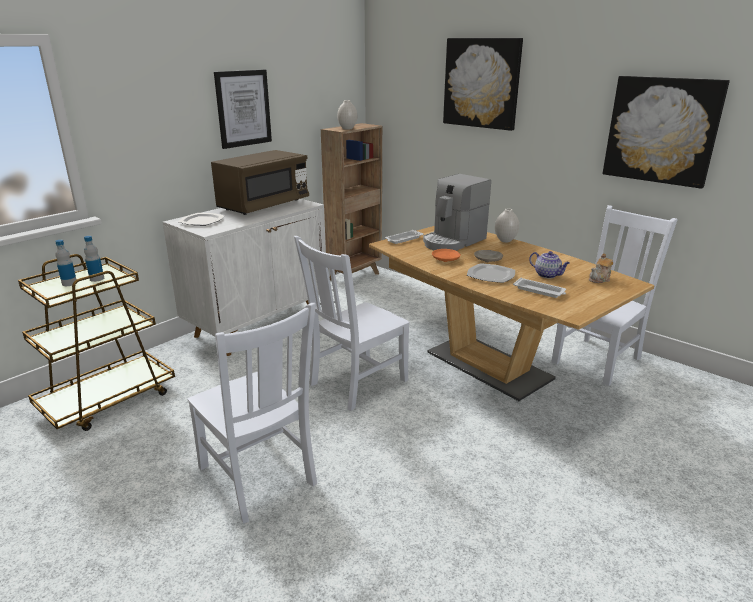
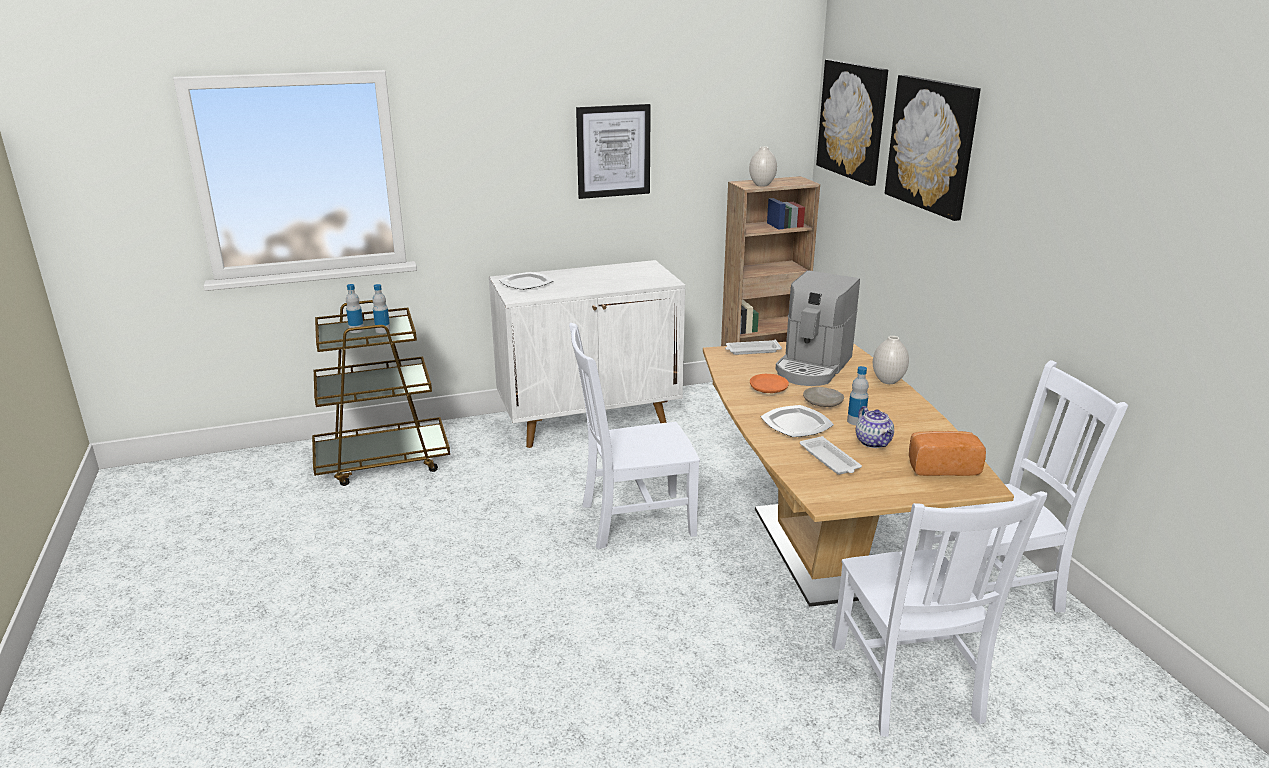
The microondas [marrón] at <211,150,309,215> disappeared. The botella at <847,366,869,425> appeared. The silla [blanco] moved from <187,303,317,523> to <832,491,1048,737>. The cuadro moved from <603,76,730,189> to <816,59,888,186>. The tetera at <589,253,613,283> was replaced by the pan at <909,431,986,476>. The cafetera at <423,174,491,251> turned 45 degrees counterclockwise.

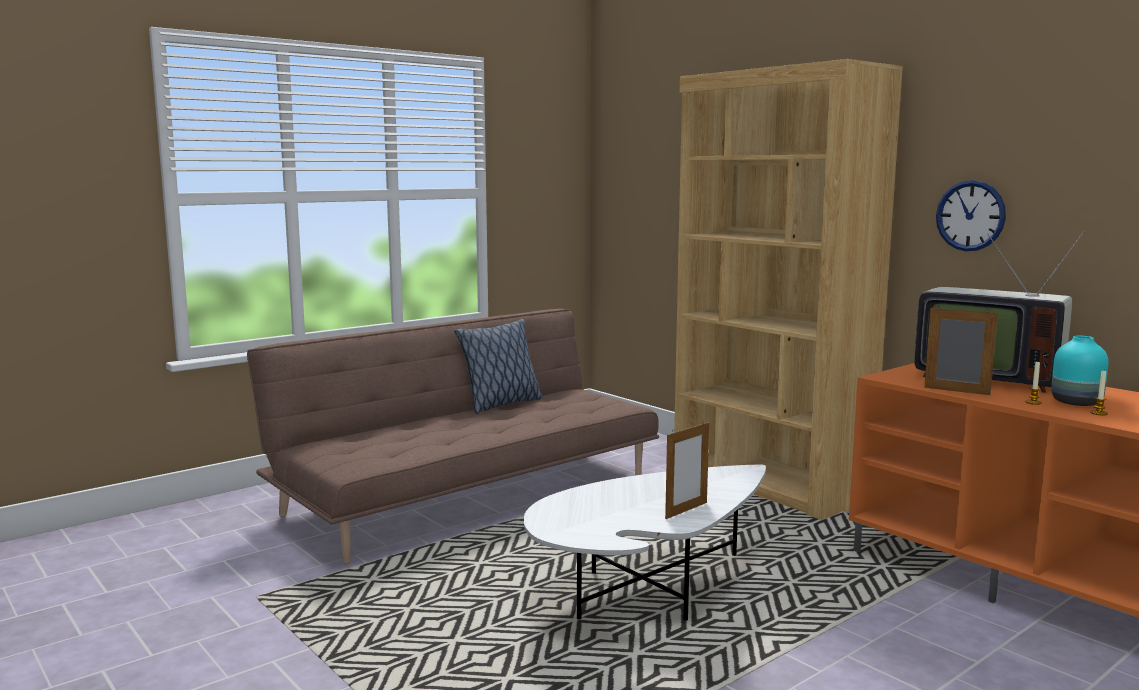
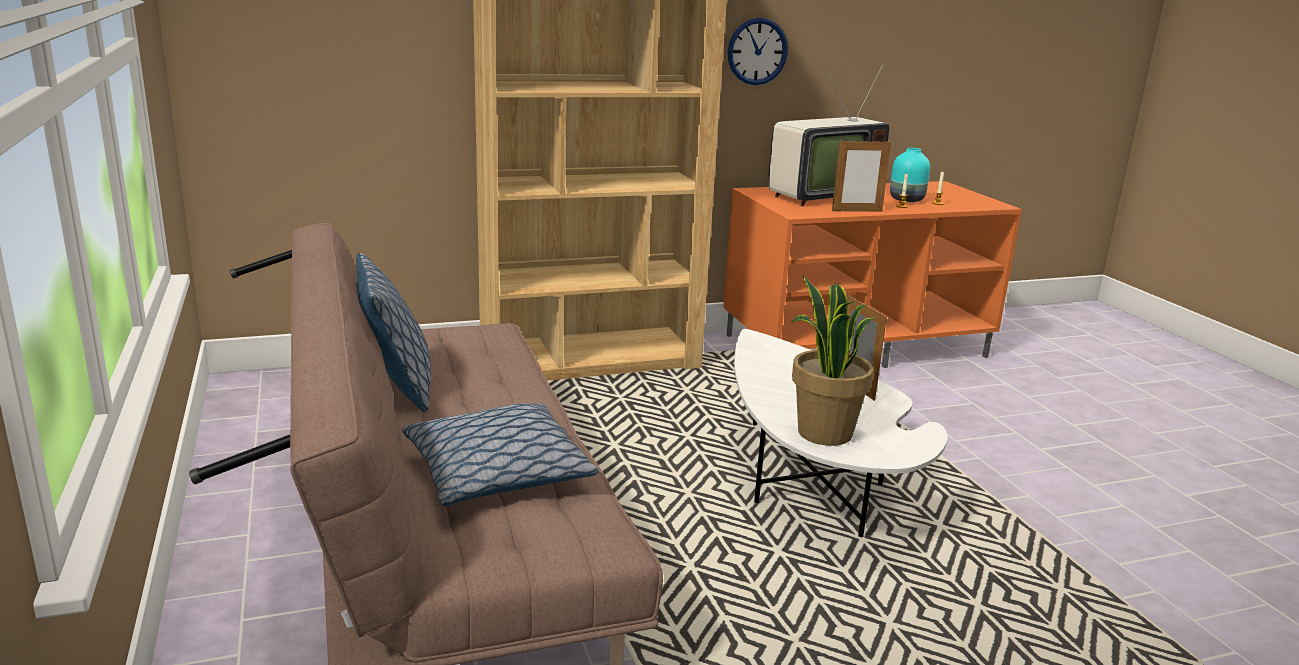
The cojín at <402,403,599,506> appeared. The planta en maceta at <792,276,874,446> appeared. The portarretratos at <924,306,998,395> turned 150 degrees counterclockwise.

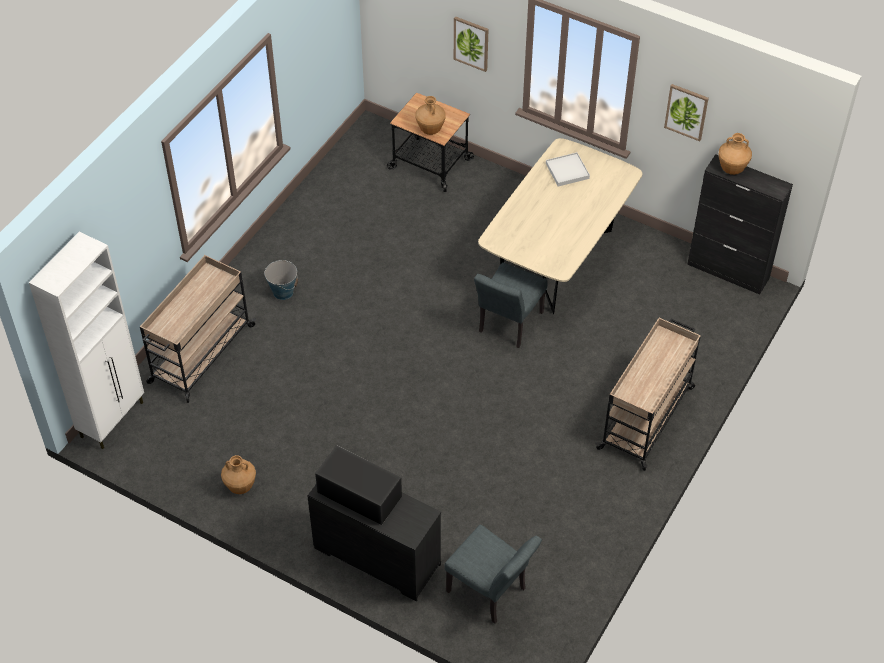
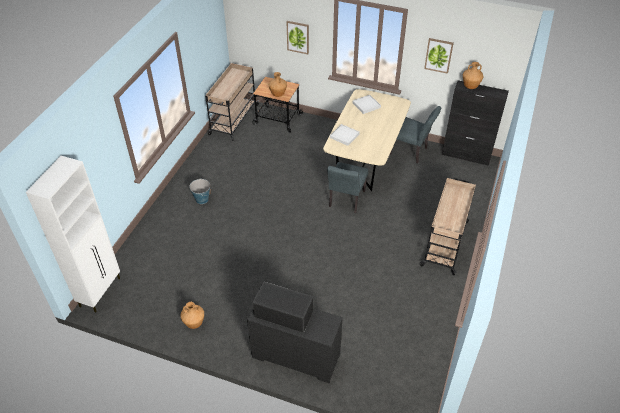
The bandeja [blanco] at <330,124,360,146> appeared. The carrito [beis] moved from <140,255,256,403> to <205,63,259,141>. The silla [gris] moved from <445,525,542,624> to <390,106,441,163>.

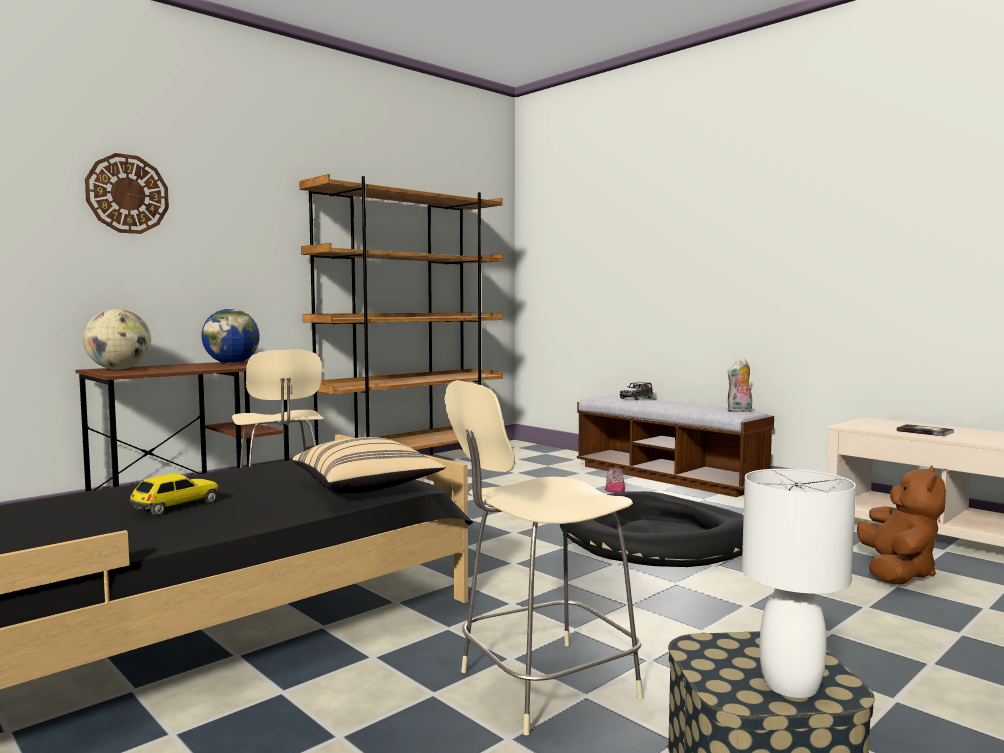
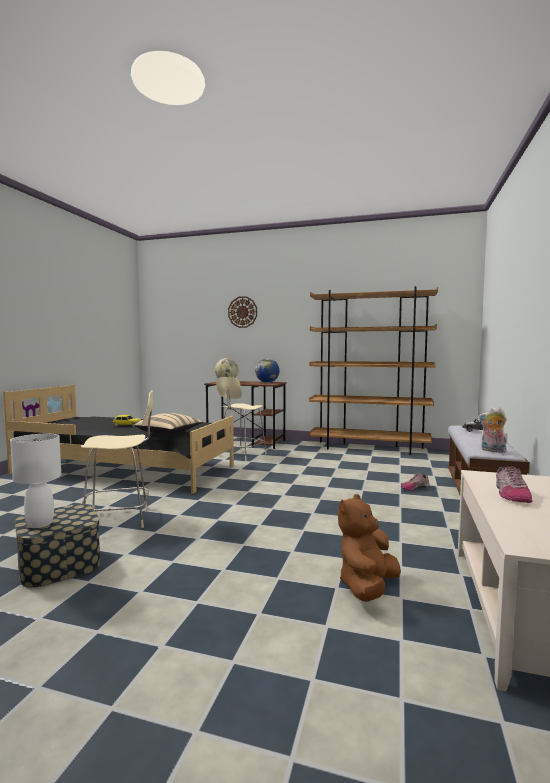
The cama para perro [negro] at <560,491,744,567> disappeared. The libro at <896,424,954,437> was replaced by the zapato at <496,467,532,503>. The silla [beis] at <445,380,643,735> turned 135 degrees clockwise. The peluche [marrón] at <857,466,946,585> turned 135 degrees clockwise.

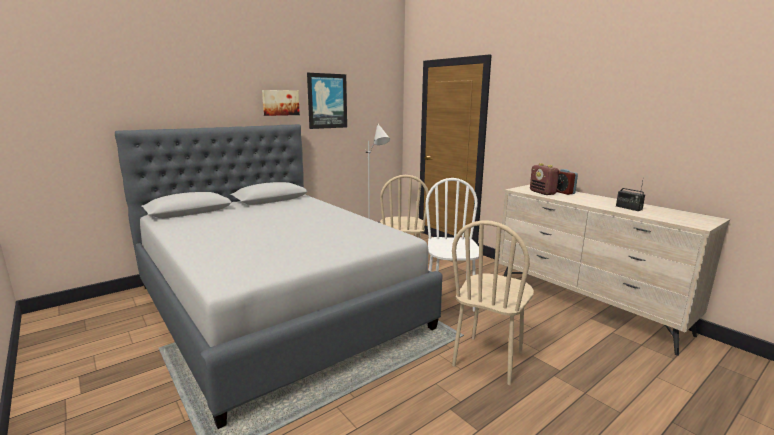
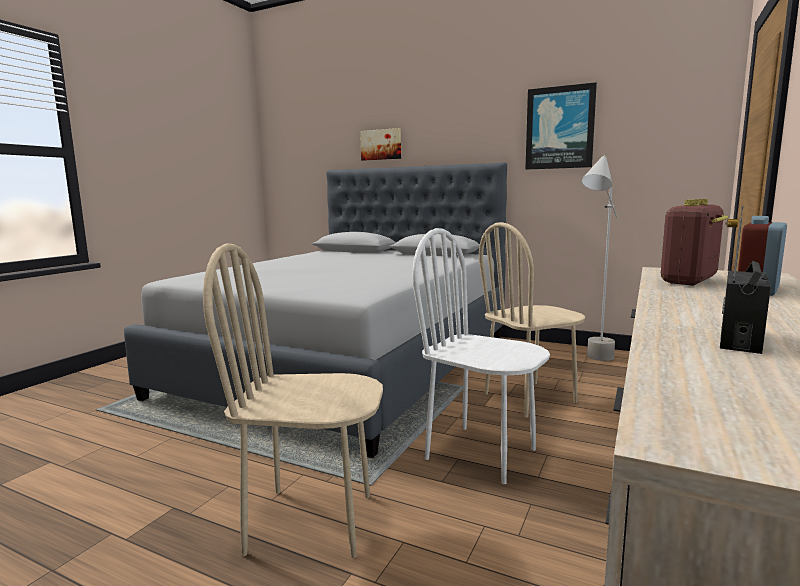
The cuadro moved from <262,90,300,116> to <360,128,401,161>. The silla [blanco] at <425,178,479,312> turned 120 degrees counterclockwise.

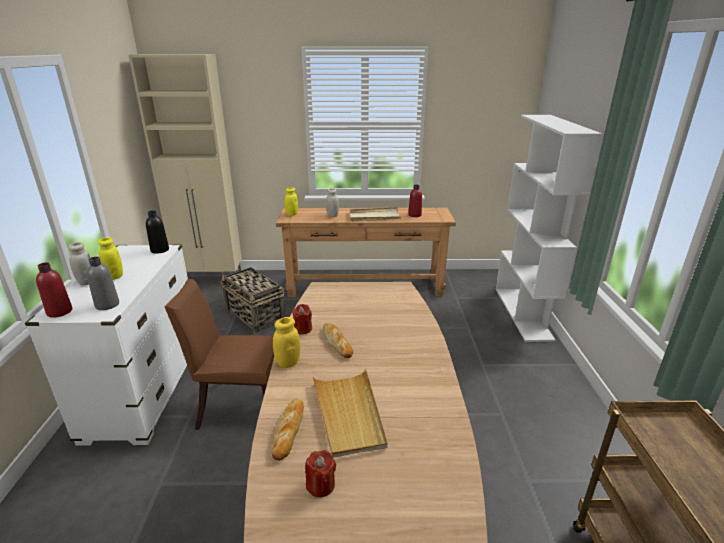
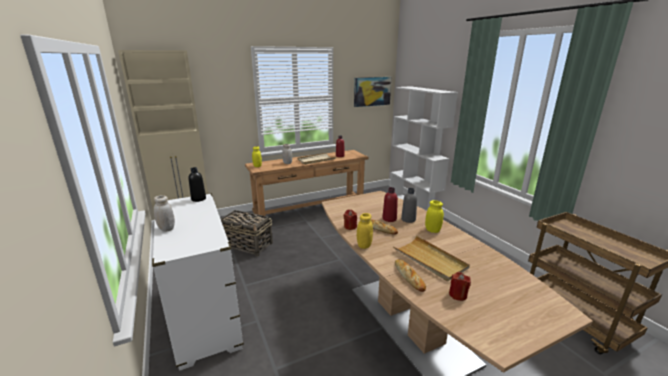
The silla [marrón] at <164,279,274,430> disappeared. The cuadro at <354,77,391,107> appeared. The botella [rojo] moved from <36,262,72,318> to <382,187,398,222>. The botella [gris] moved from <87,257,119,310> to <401,188,417,223>. The tarro [amarillo] moved from <98,237,123,280> to <425,200,444,233>.

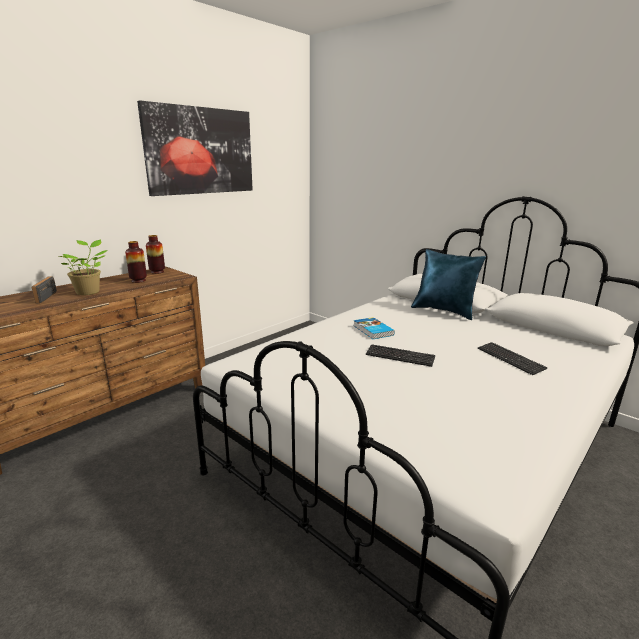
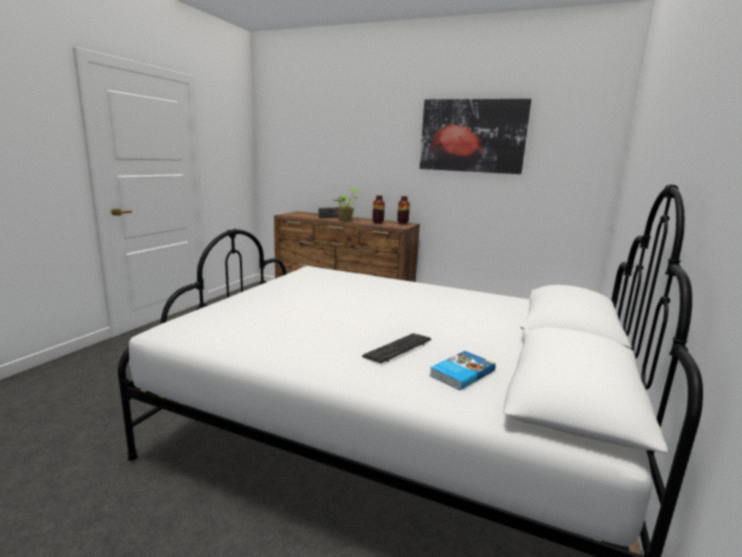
The teclado at <366,344,436,367> disappeared. The cojín [azul] at <411,249,486,320> disappeared. The libro moved from <353,317,395,339> to <429,351,496,390>.

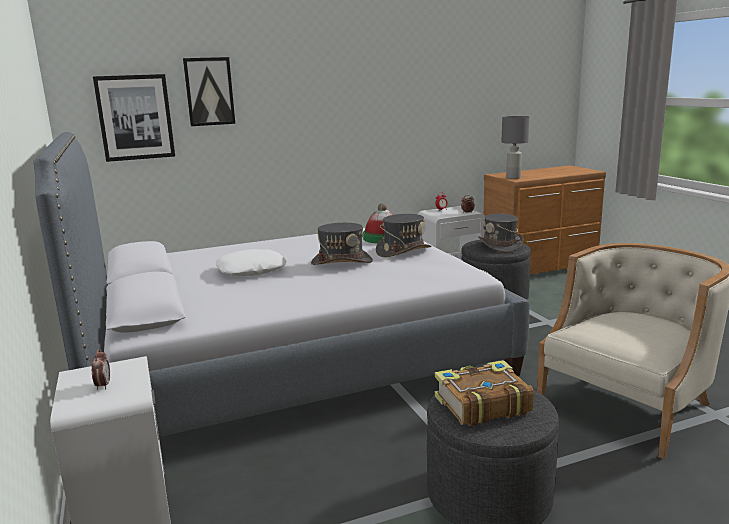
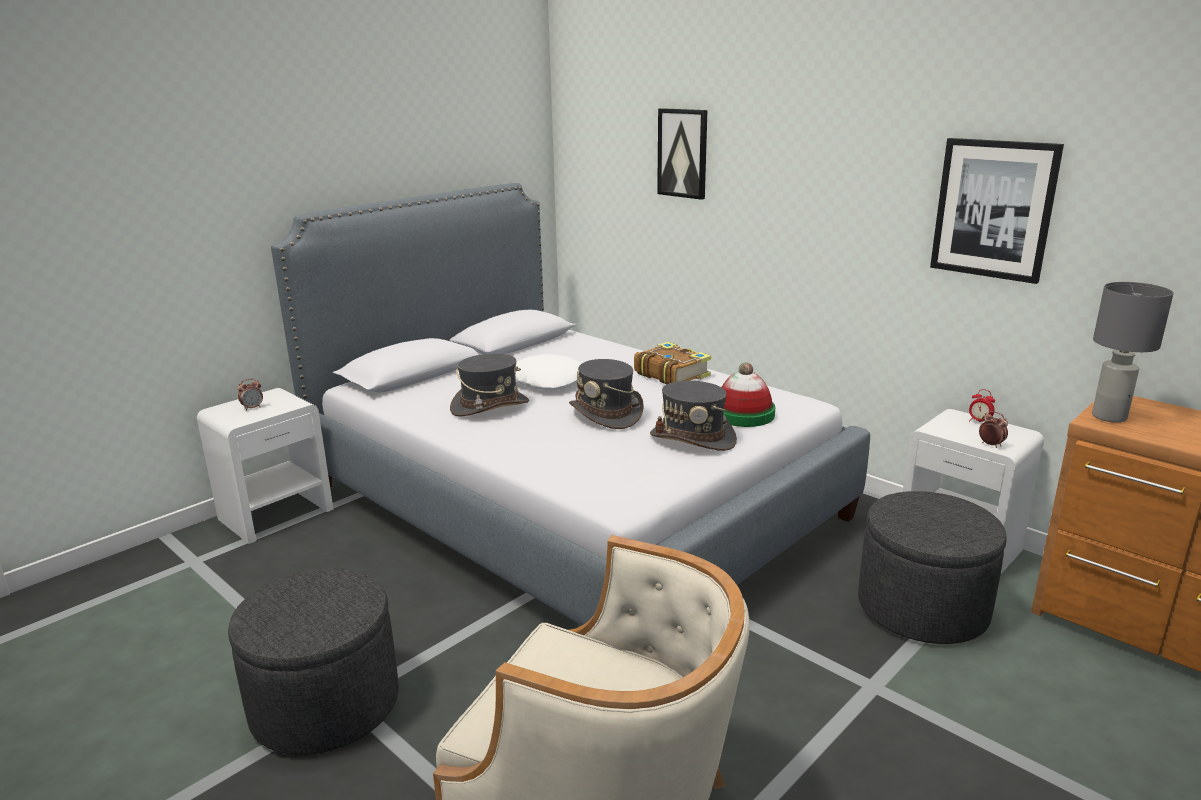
The cuadro moved from <93,74,175,162> to <930,138,1064,284>. The libro moved from <435,360,534,426> to <634,342,711,384>. The sombrero [gris] moved from <478,213,523,253> to <450,354,529,417>.

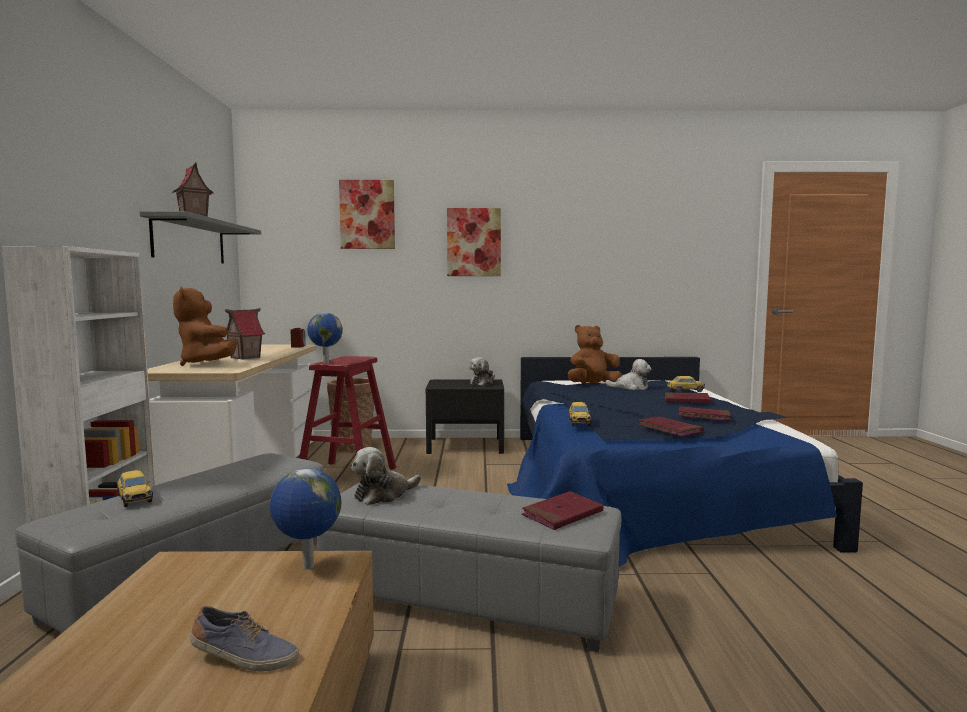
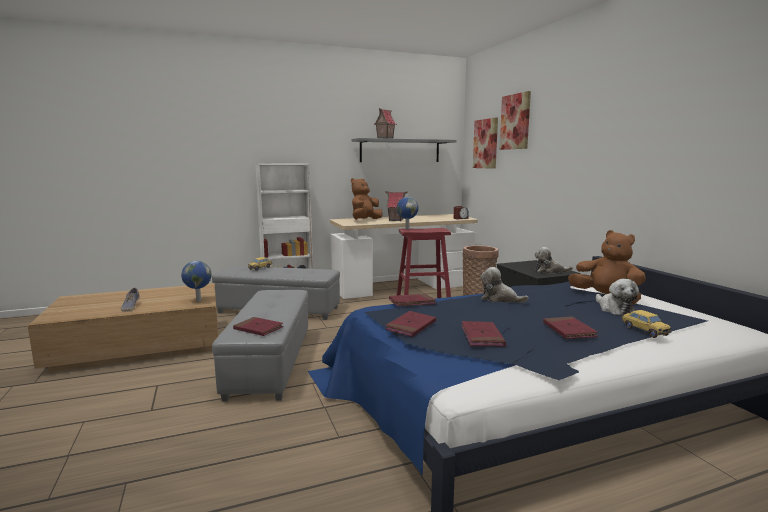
The peluche moved from <351,447,421,505> to <481,267,529,303>. The cuadro moved from <447,208,501,276> to <473,117,498,169>. The coche de juguete at <569,402,591,427> was replaced by the libro [rojo] at <389,293,436,306>.

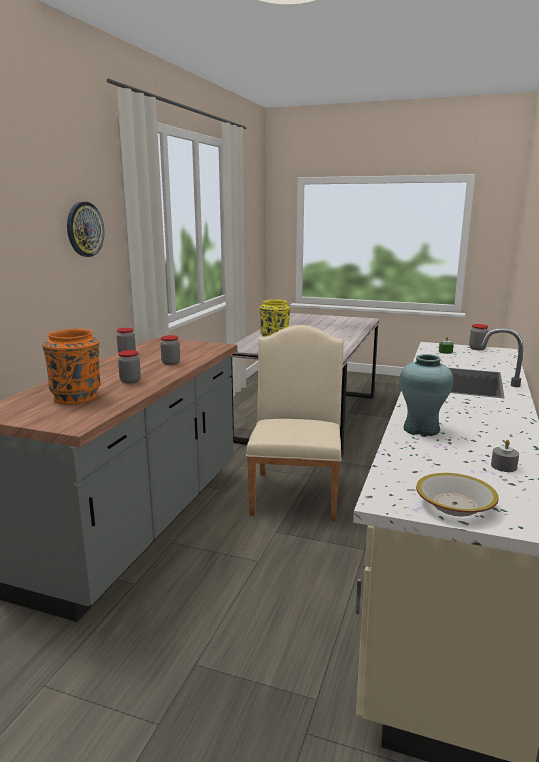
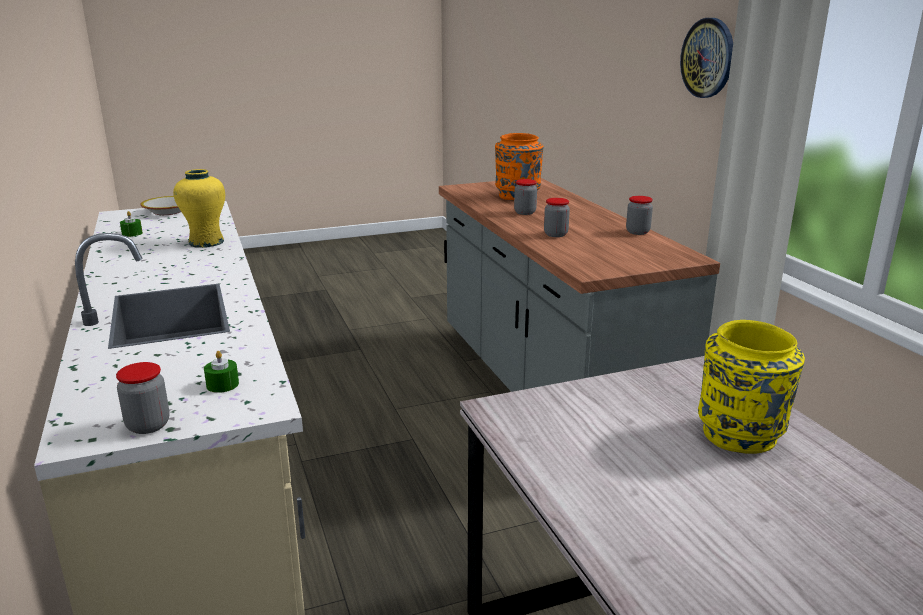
The silla [beis] at <246,325,344,521> disappeared. The florero [turquesa] at <400,354,454,436> became the florero [amarillo] at <173,169,225,248>. The vela [gris] at <491,440,519,472> became the vela [verde] at <120,211,143,237>.

